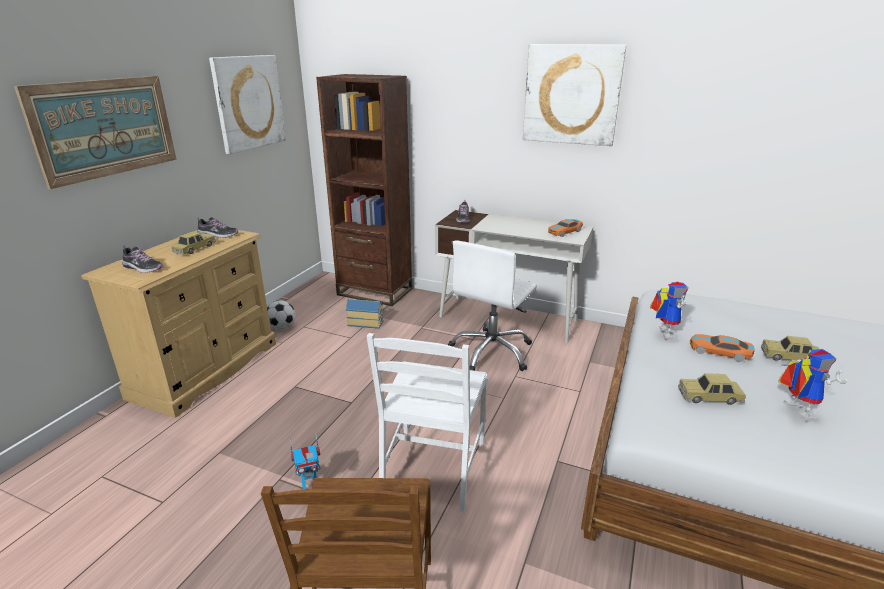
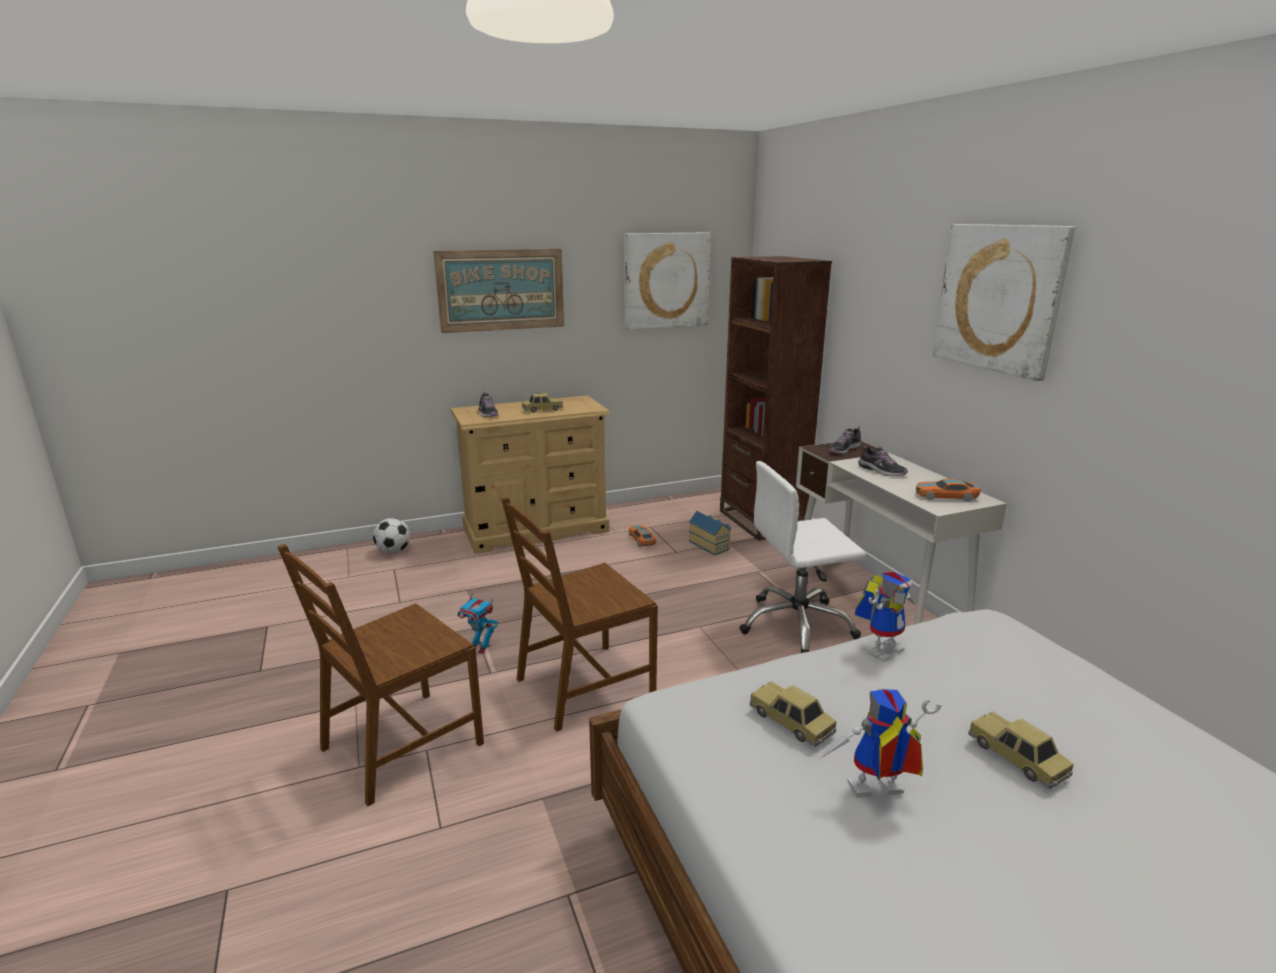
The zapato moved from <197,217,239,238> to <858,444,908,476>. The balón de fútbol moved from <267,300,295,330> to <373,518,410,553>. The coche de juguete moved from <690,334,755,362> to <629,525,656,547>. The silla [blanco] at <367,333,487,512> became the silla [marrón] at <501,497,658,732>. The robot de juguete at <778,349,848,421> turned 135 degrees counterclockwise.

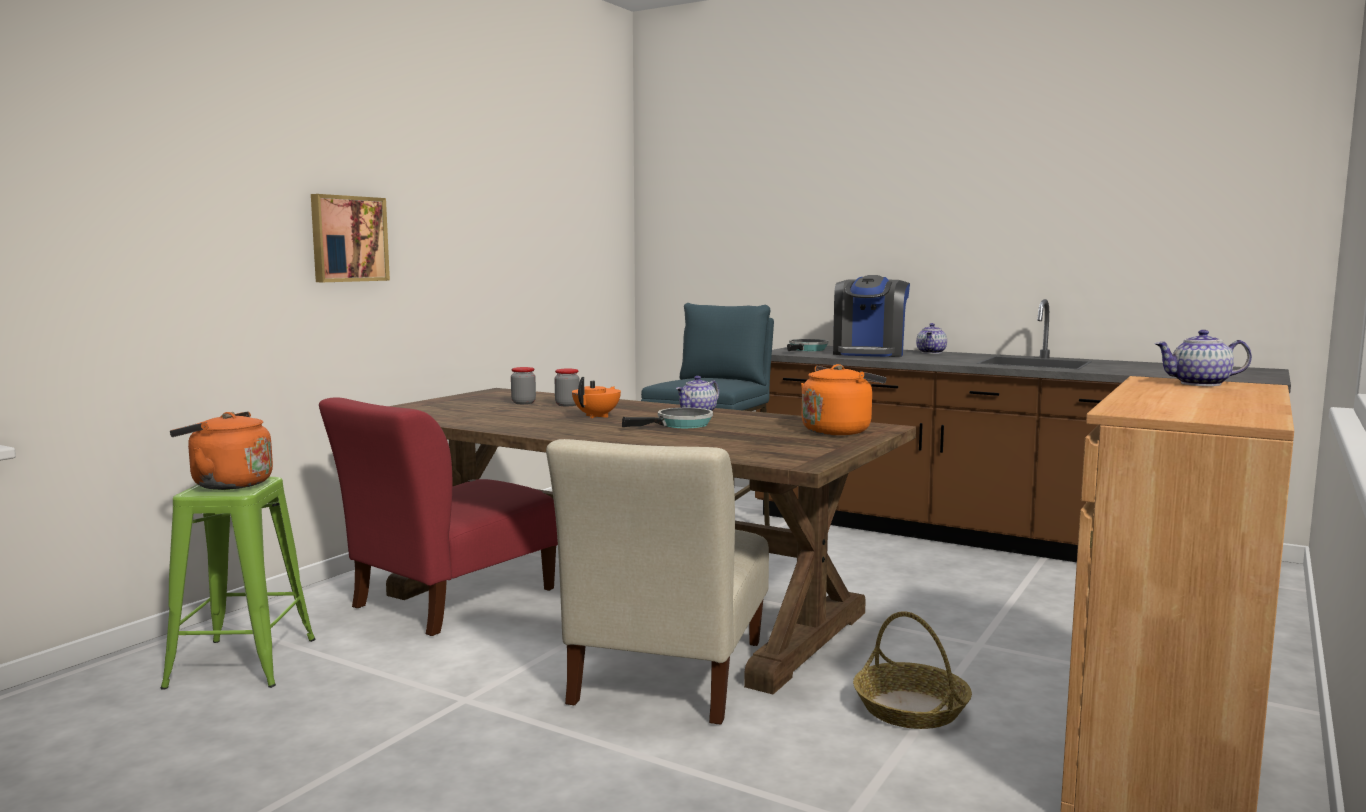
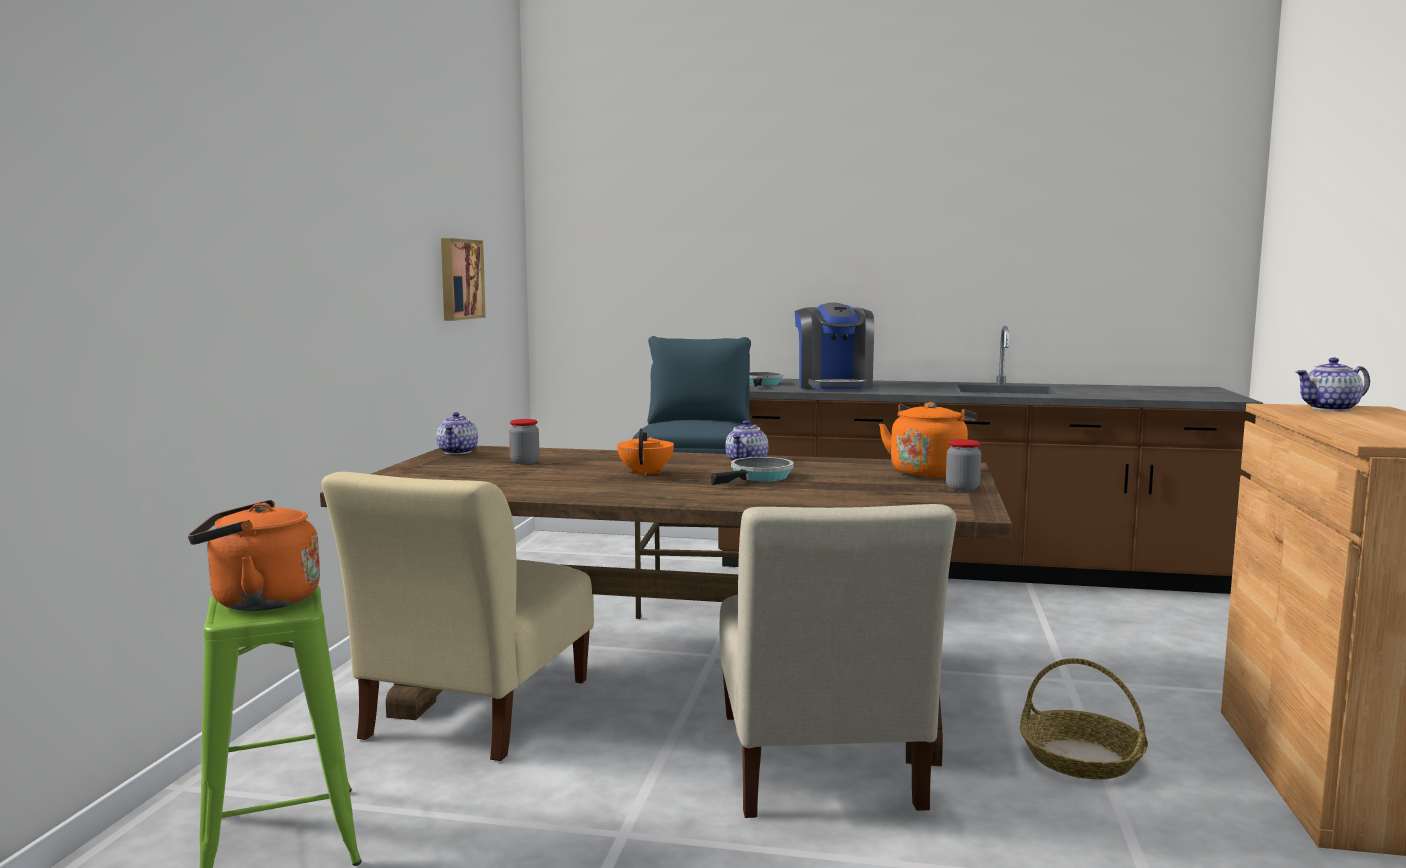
The cuadro moved from <311,194,390,282> to <441,238,486,321>. The tarro moved from <555,369,579,406> to <946,439,981,491>. The tetera moved from <916,323,947,354> to <436,412,478,454>. The silla [rojo] at <319,398,558,636> became the silla [beis] at <322,472,594,761>.

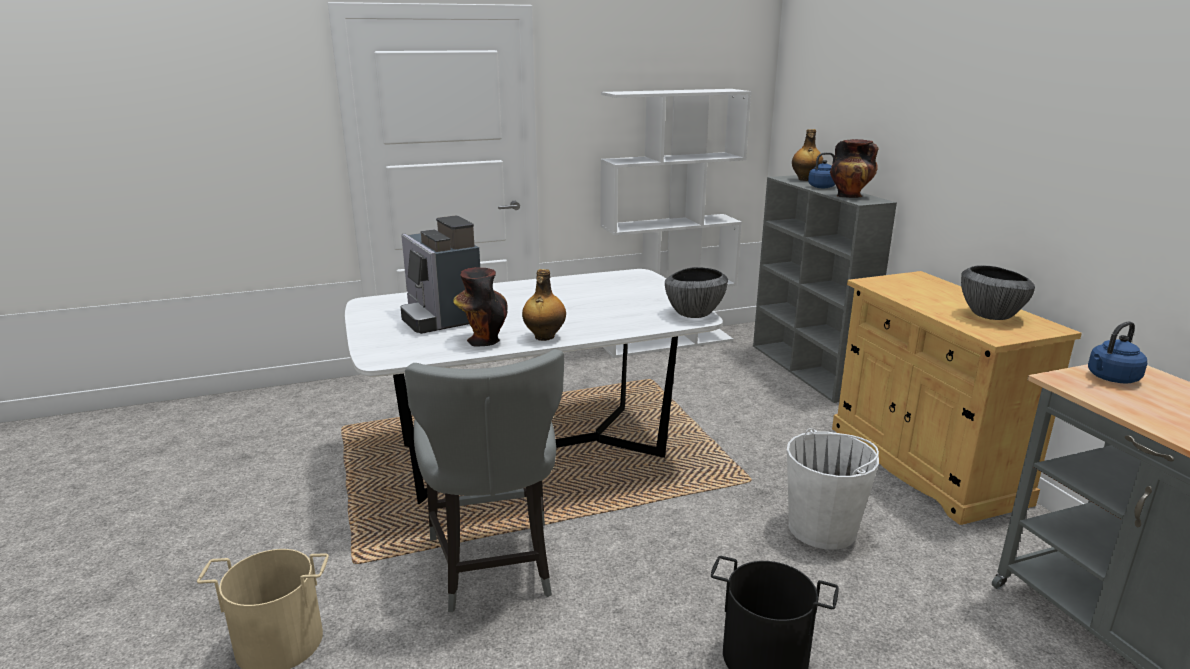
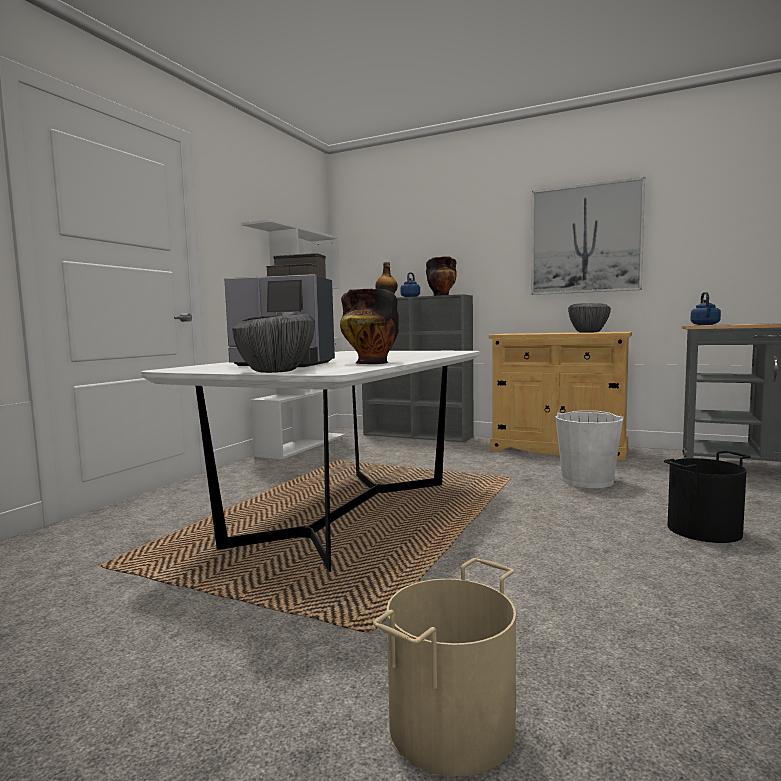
The silla [gris] at <405,349,564,613> disappeared. The botella at <522,269,566,341> disappeared. The cuadro at <531,177,645,295> appeared. The cuenco moved from <665,267,728,318> to <232,314,315,373>.

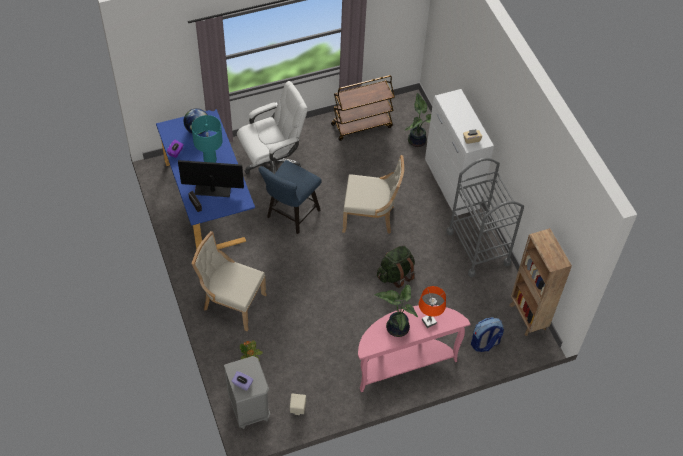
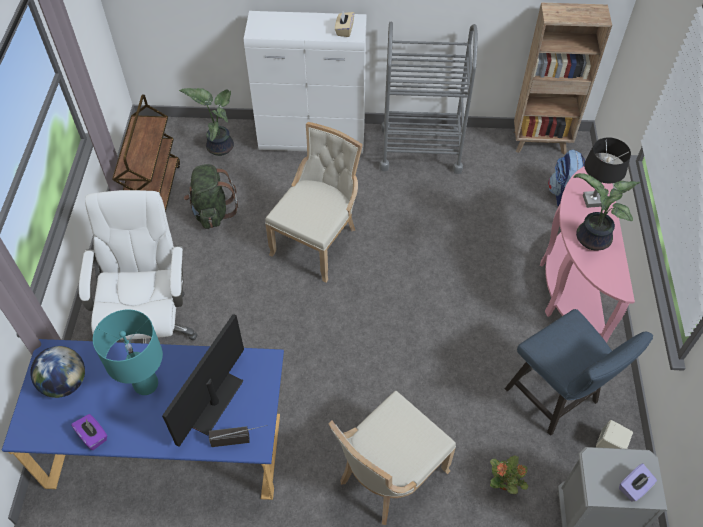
The silla [azul] moved from <258,160,322,234> to <505,309,653,436>. The mochila [verde] moved from <377,246,415,288> to <184,164,238,229>. The lámpara de mesa [naranja] at <419,286,446,328> became the lámpara de mesa [negro] at <583,137,631,208>.

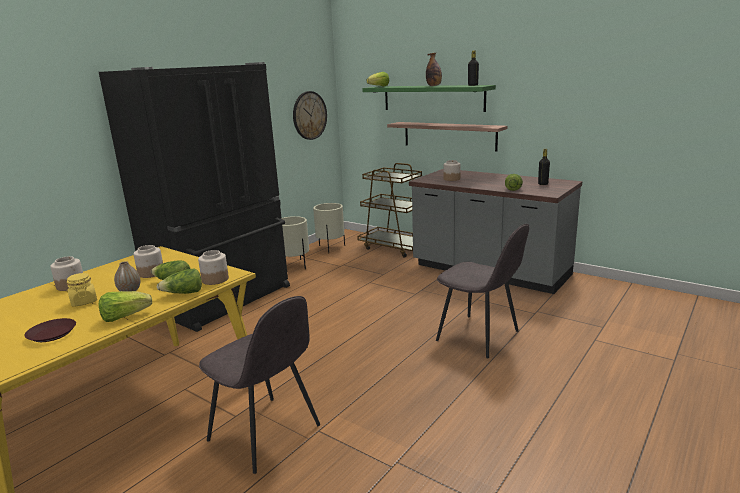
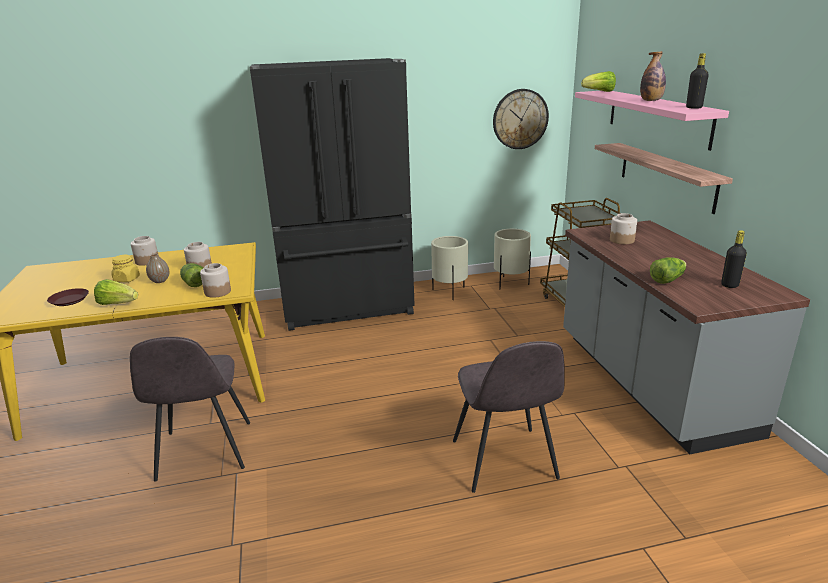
The lechuga at <157,269,202,294> disappeared. The estante [verde] at <362,85,496,112> became the estante [rosa] at <575,91,729,151>.

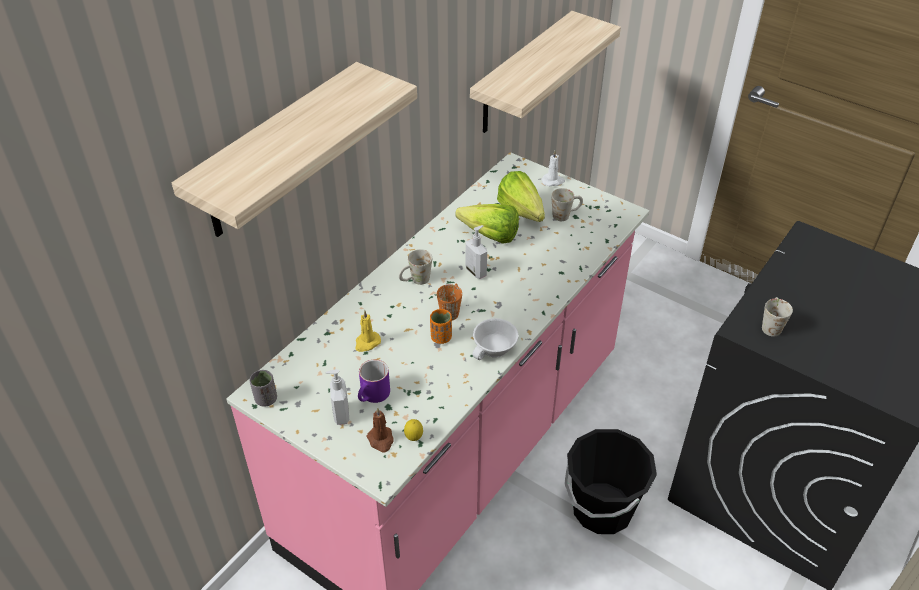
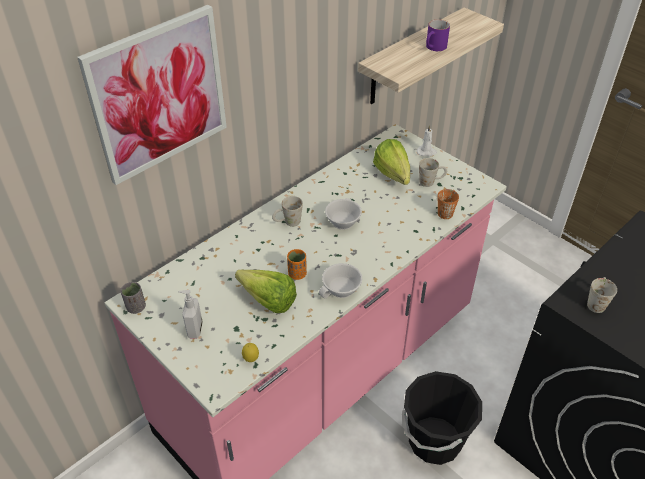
The vela [amarillo] at <355,310,381,352> disappeared. The vela [marrón] at <367,407,394,453> disappeared. The taza grande [morado] moved from <358,359,390,403> to <426,19,450,51>. The taza grande [naranja] moved from <437,283,462,320> to <438,189,459,219>. The lechuga moved from <455,204,519,244> to <235,270,297,313>. The estante at <172,62,417,237> was replaced by the cuadro at <77,5,227,185>. The dispensador de jabón at <466,225,487,279> was replaced by the taza [blanco] at <325,198,362,230>.

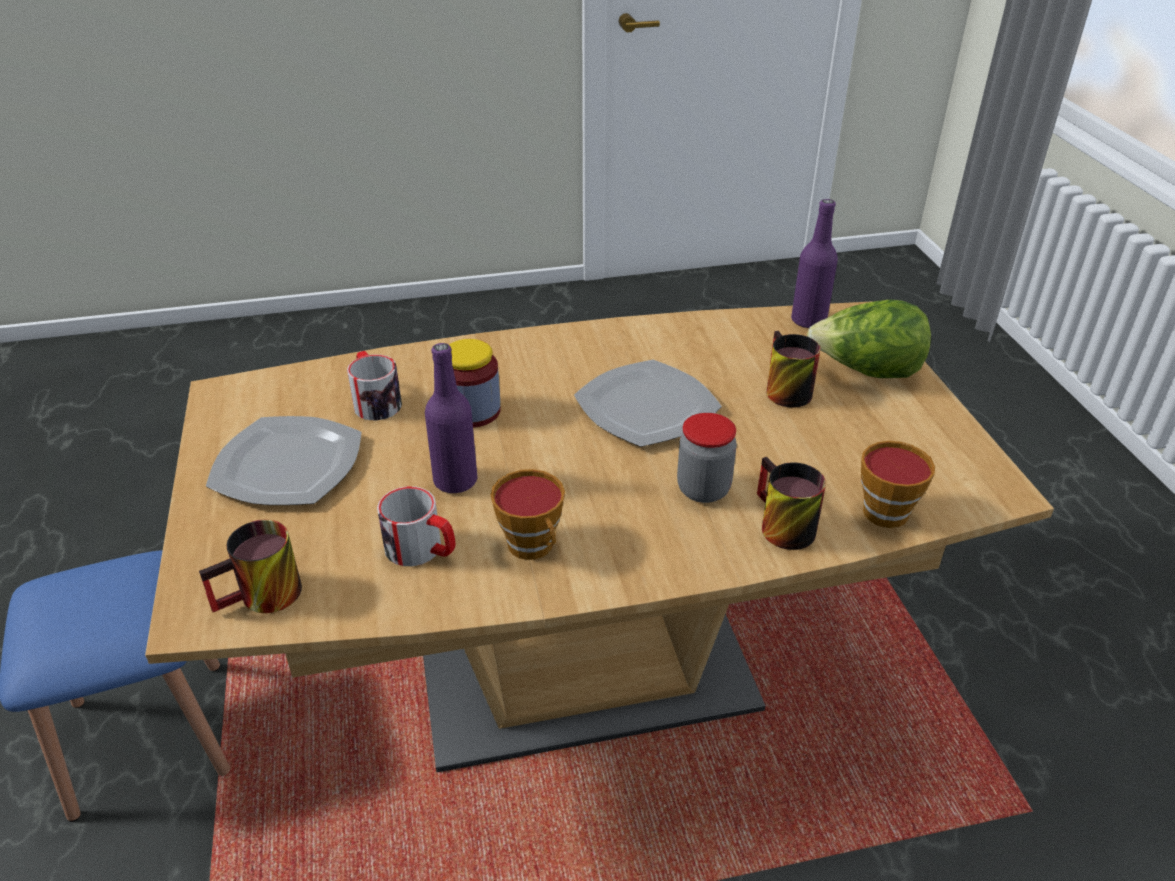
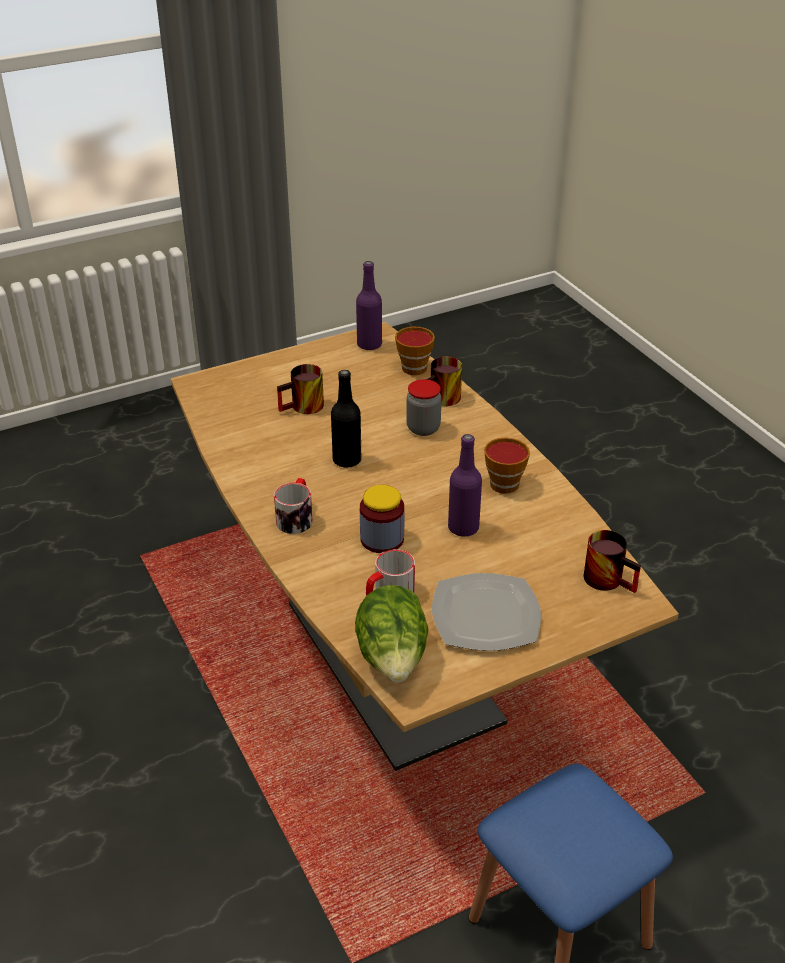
The taza grande moved from <377,486,455,566> to <274,478,313,534>. The botella [morado] moved from <791,199,838,328> to <356,261,382,351>. The lechuga moved from <807,299,931,378> to <355,585,429,683>. The plato at <574,360,722,447> was replaced by the botella [negro] at <331,370,362,468>.

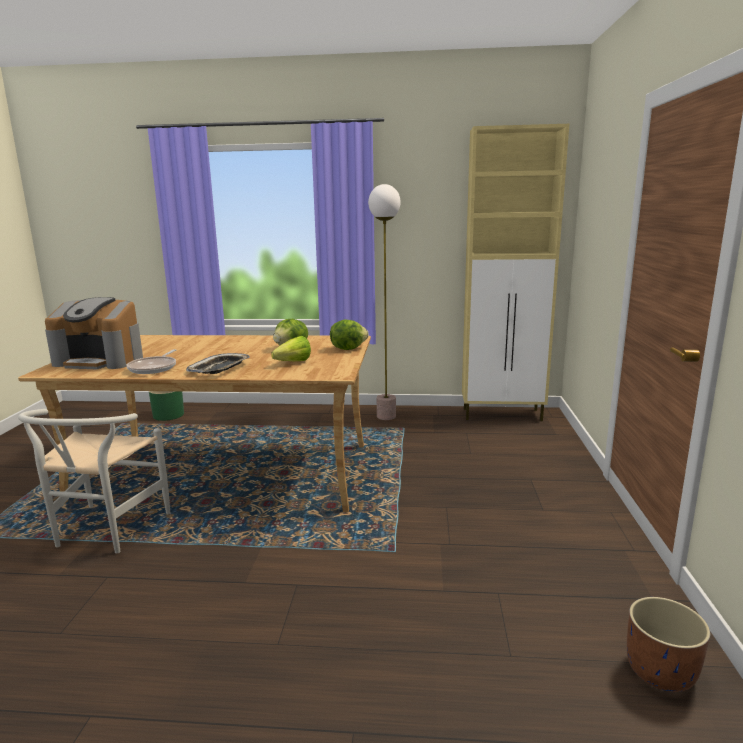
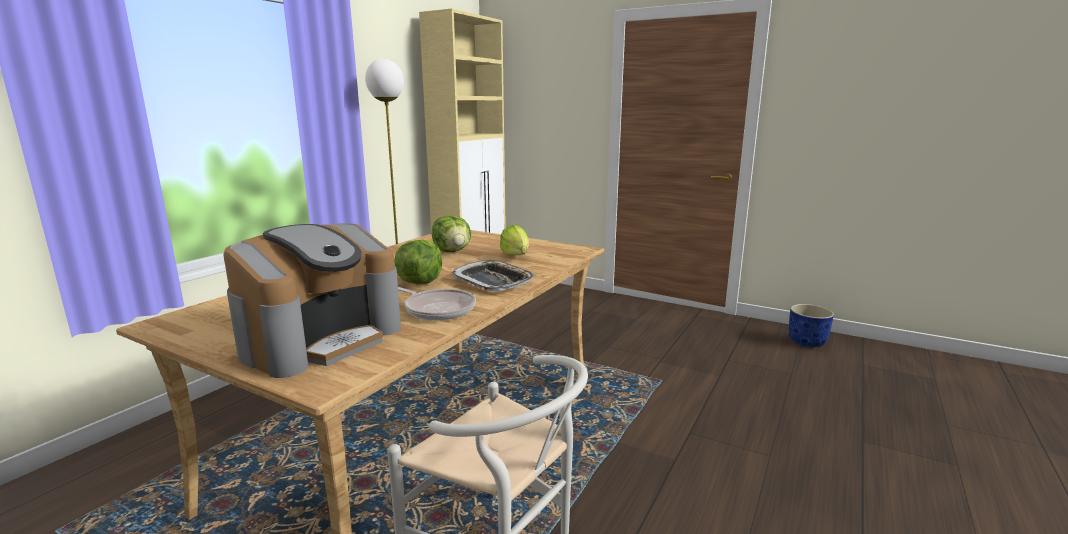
The maceta [verde] at <149,391,184,421> disappeared. The lechuga moved from <330,319,369,350> to <394,240,442,284>. The maceta [marrón] at <627,597,710,692> became the maceta [azul] at <789,304,834,347>.

